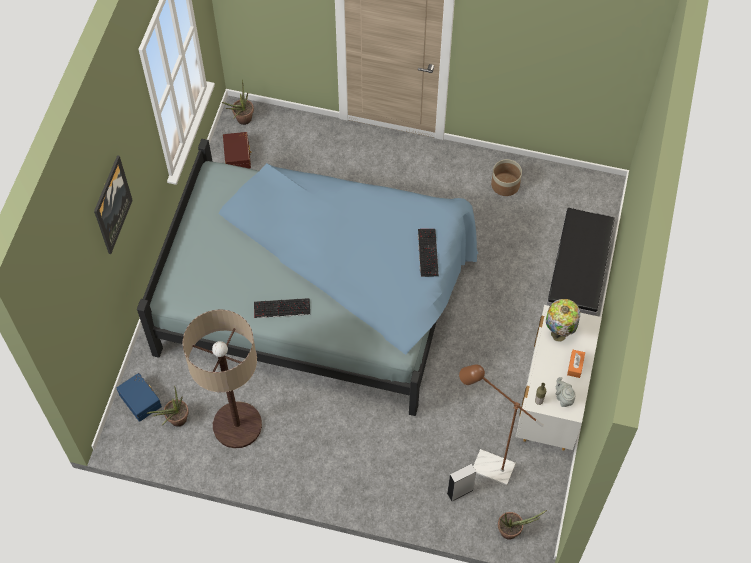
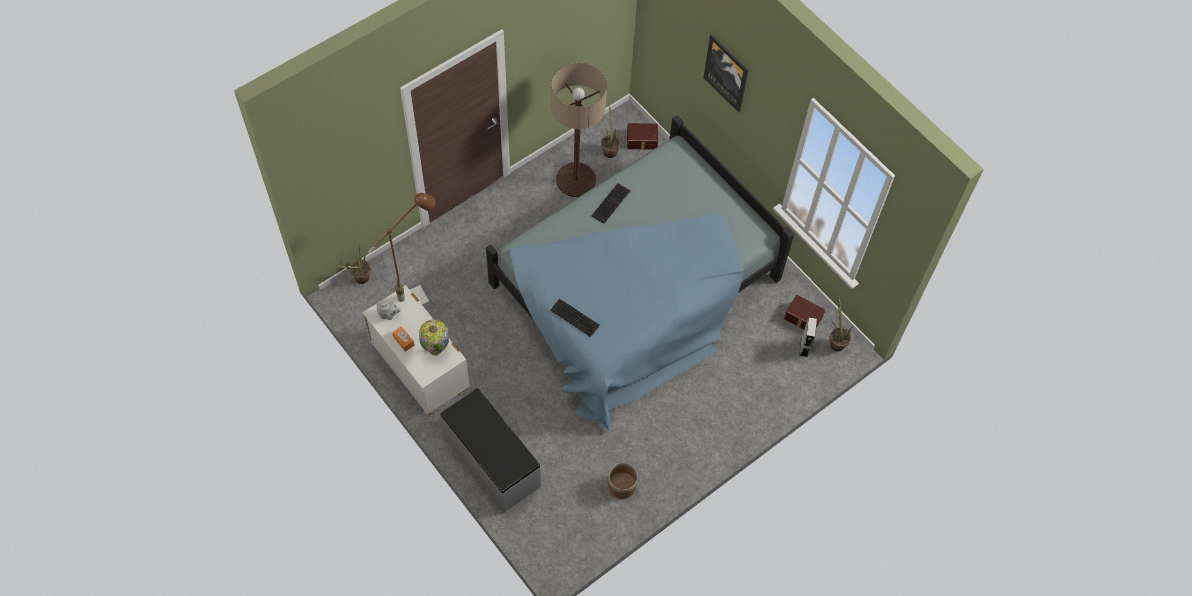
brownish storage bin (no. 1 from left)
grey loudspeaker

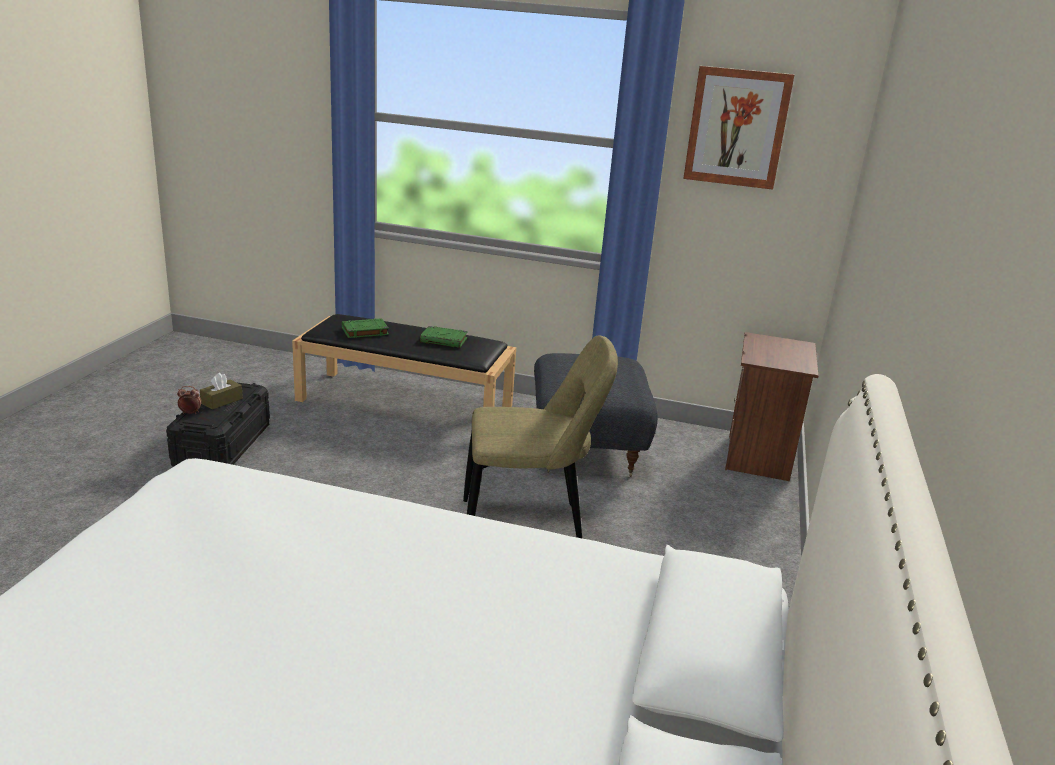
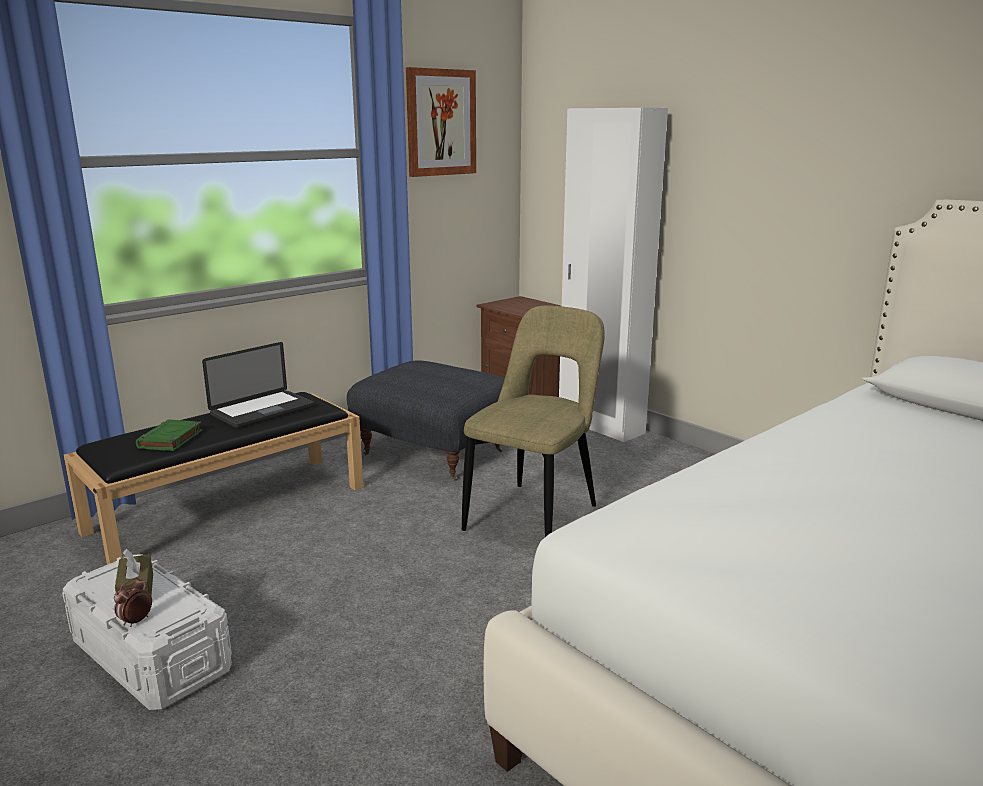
laptop
white-coloured storage bin
white-coloured wardrobe

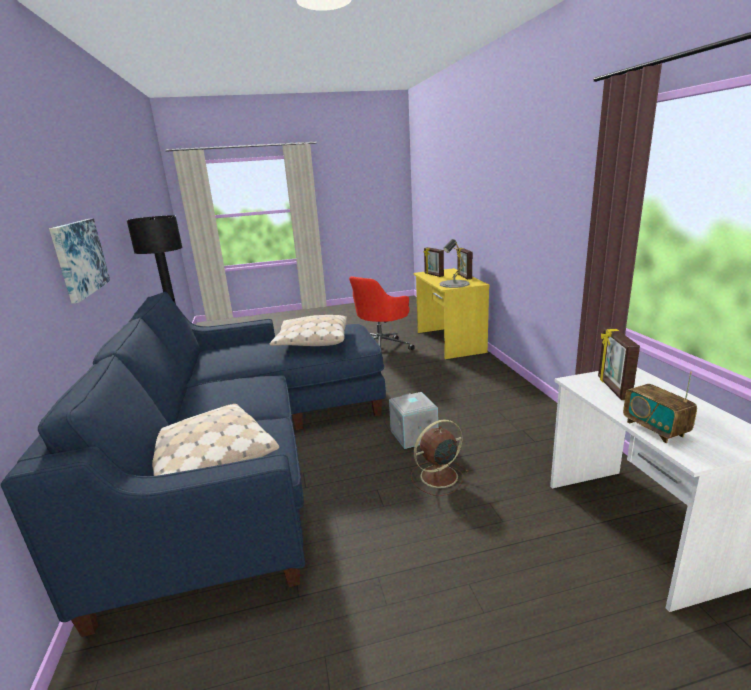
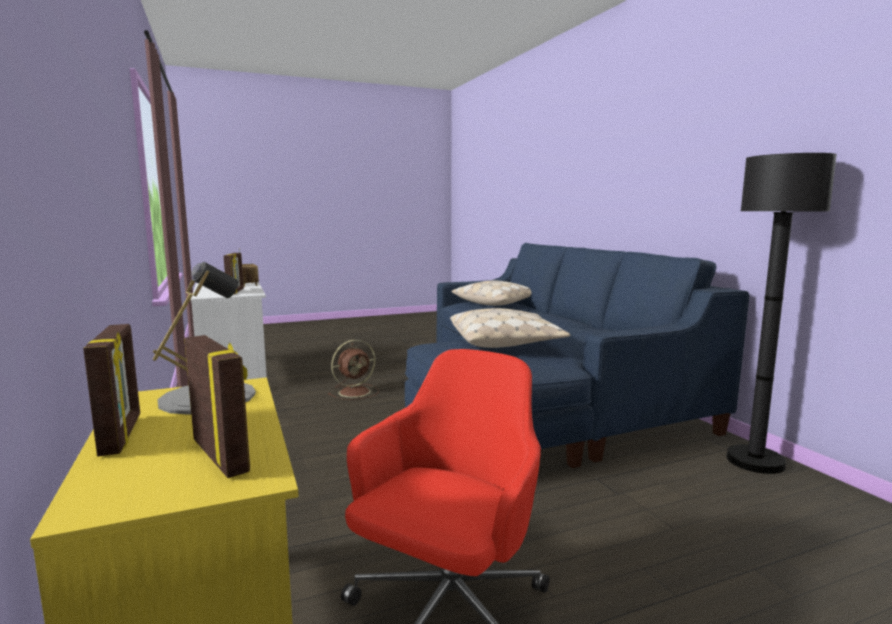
wall art
grey storage bin

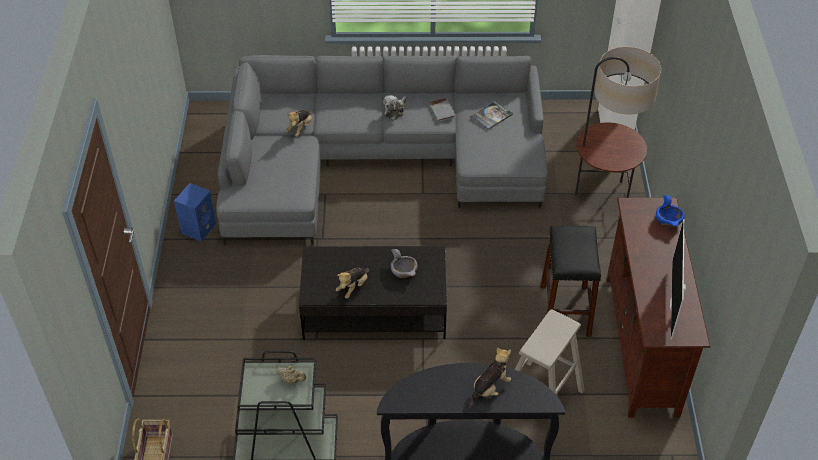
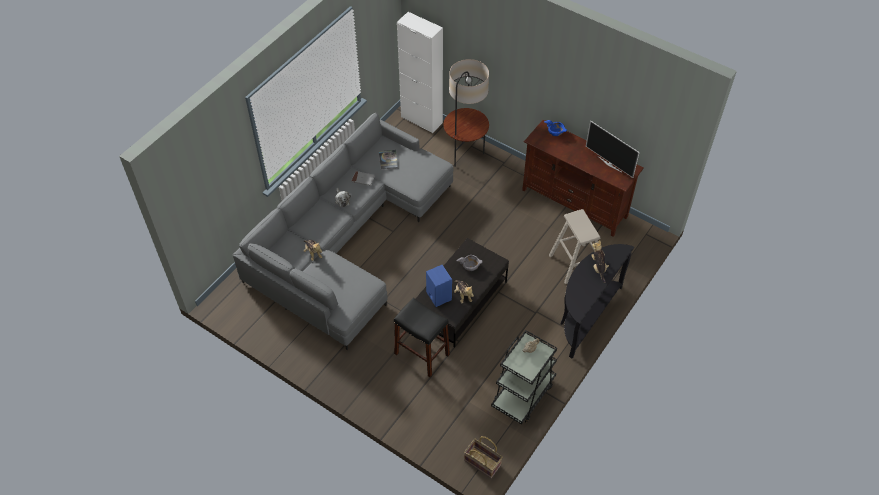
bluish loudspeaker
blackish stool

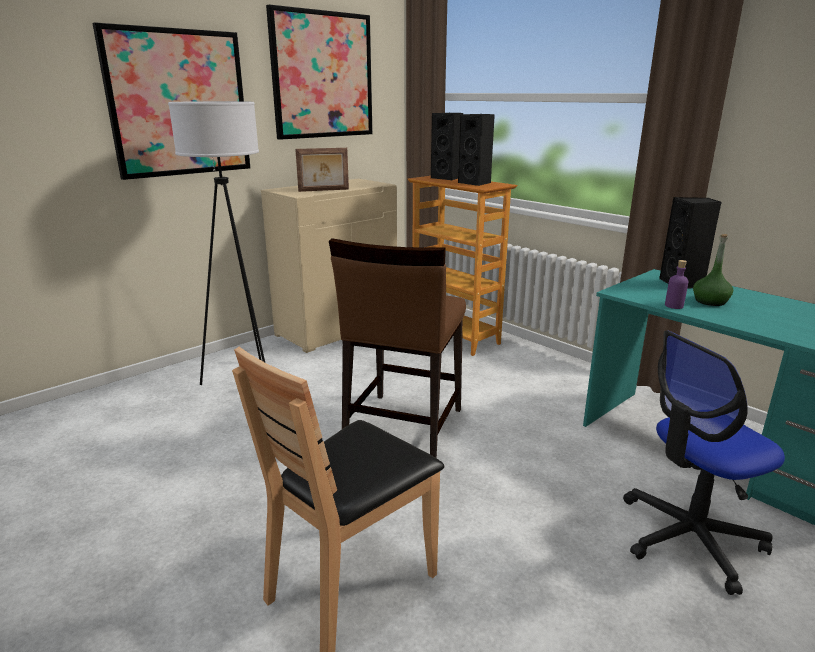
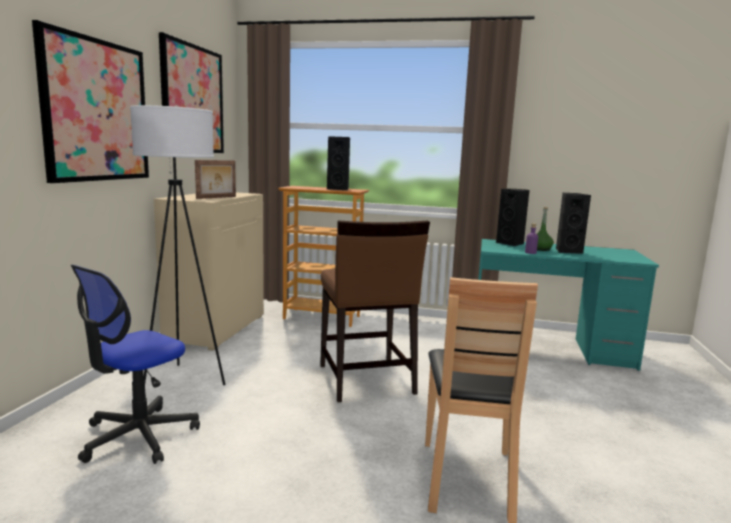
blackish loudspeaker (no. 3 from left)
desk chair

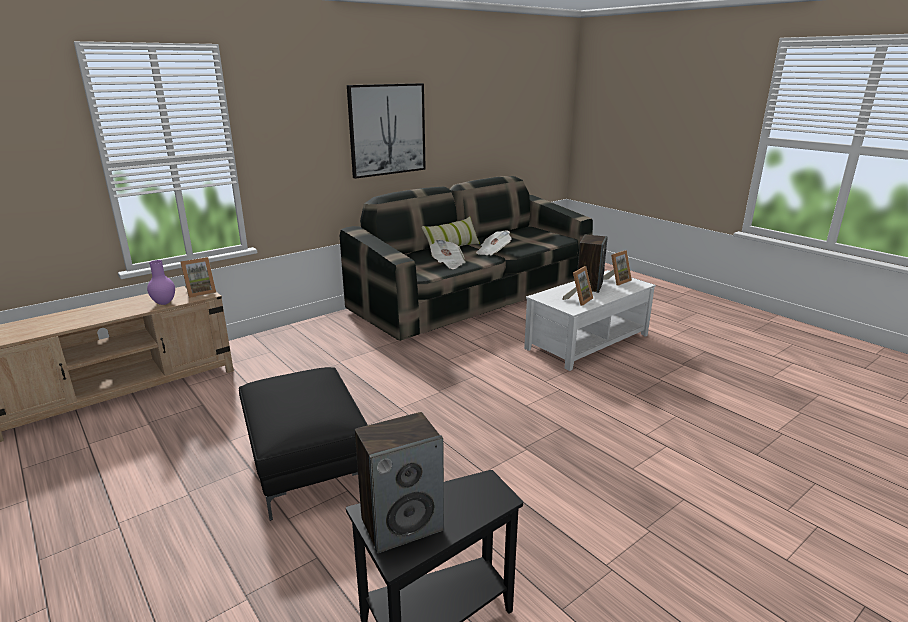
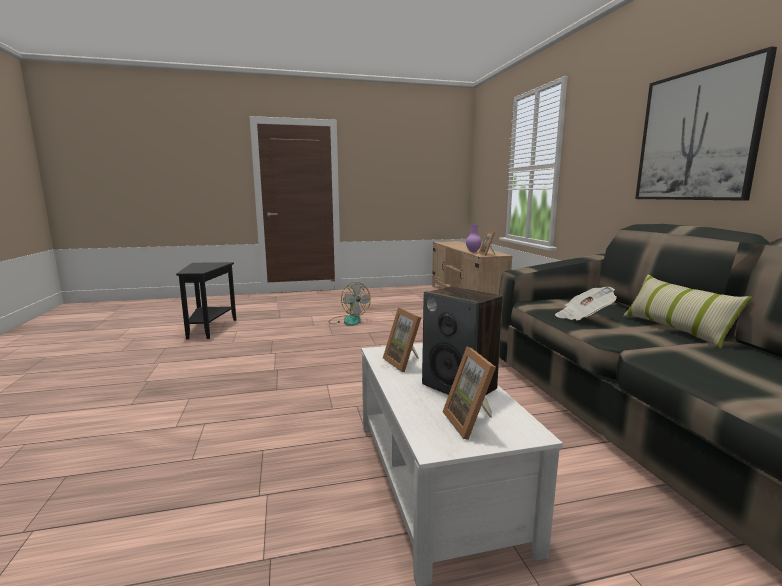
newspaper (no. 2 from left in the first image)
fan
loudspeaker (no. 1 from left in the first image)

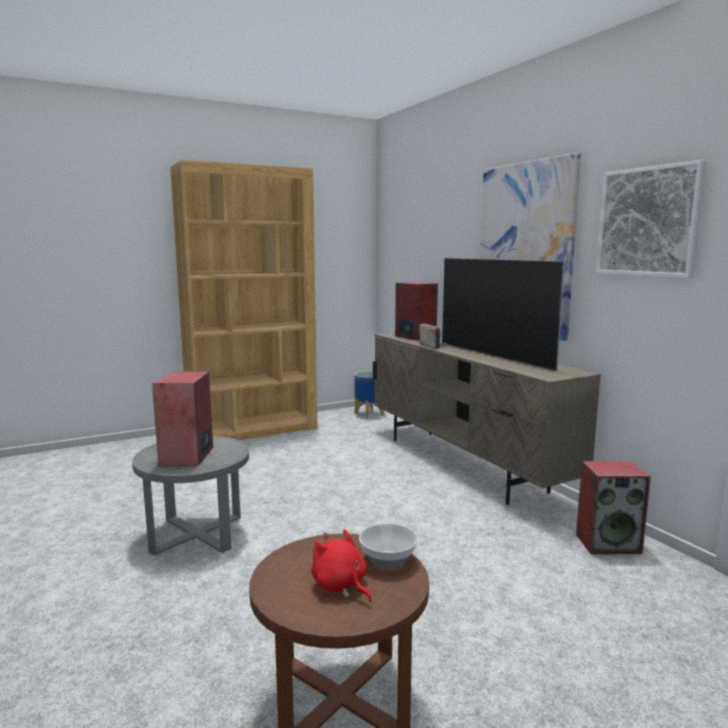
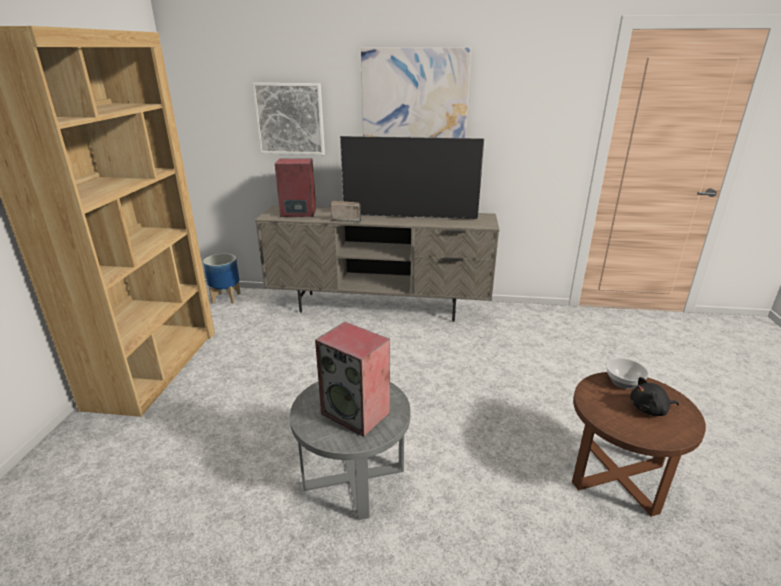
wall art (no. 1 from left)
loudspeaker (no. 3 from left in the first image)
blackish plush toy

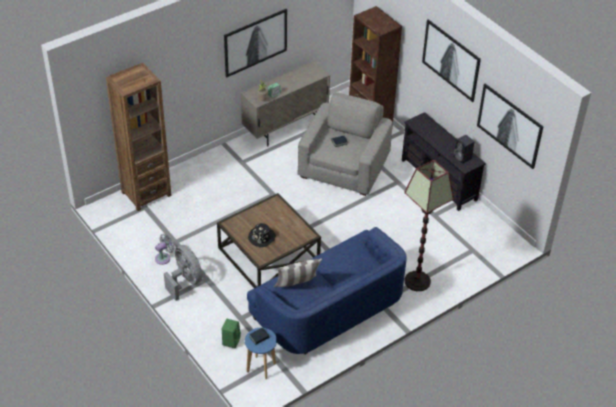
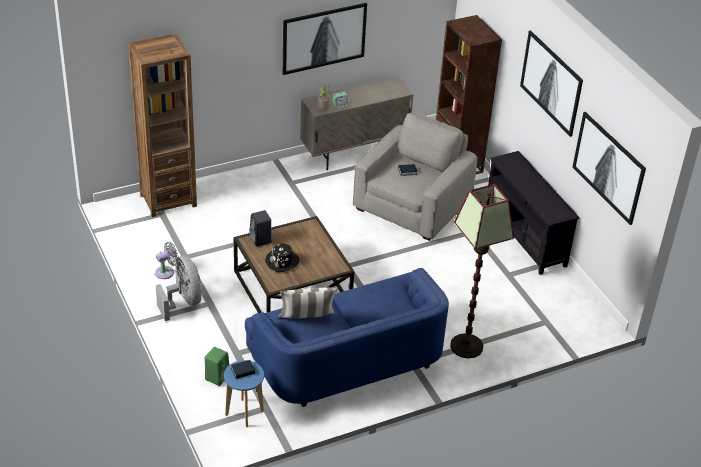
blackish loudspeaker

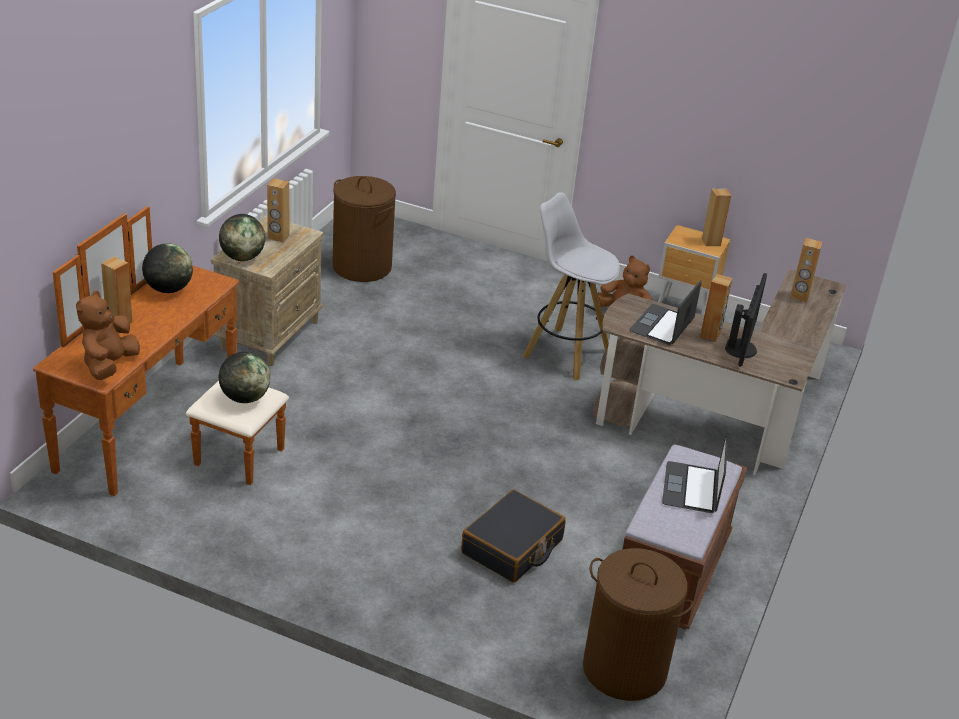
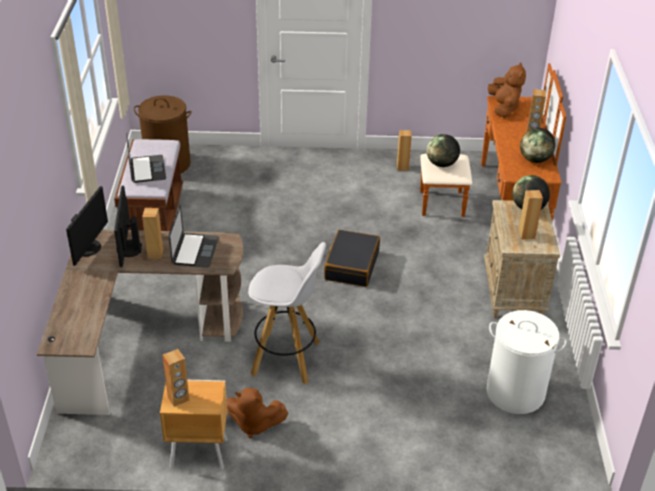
white-coloured laundry basket
brownish loudspeaker (no. 3 from left)
blackish travel case
computer display (no. 1 from left)

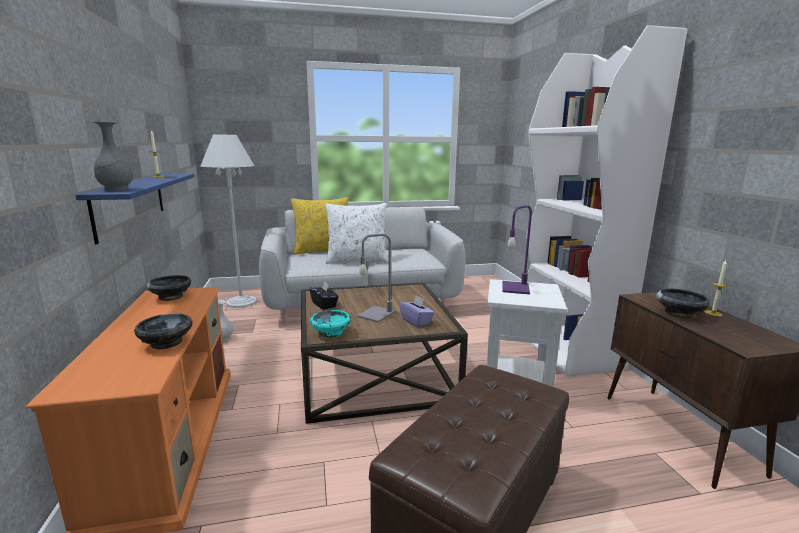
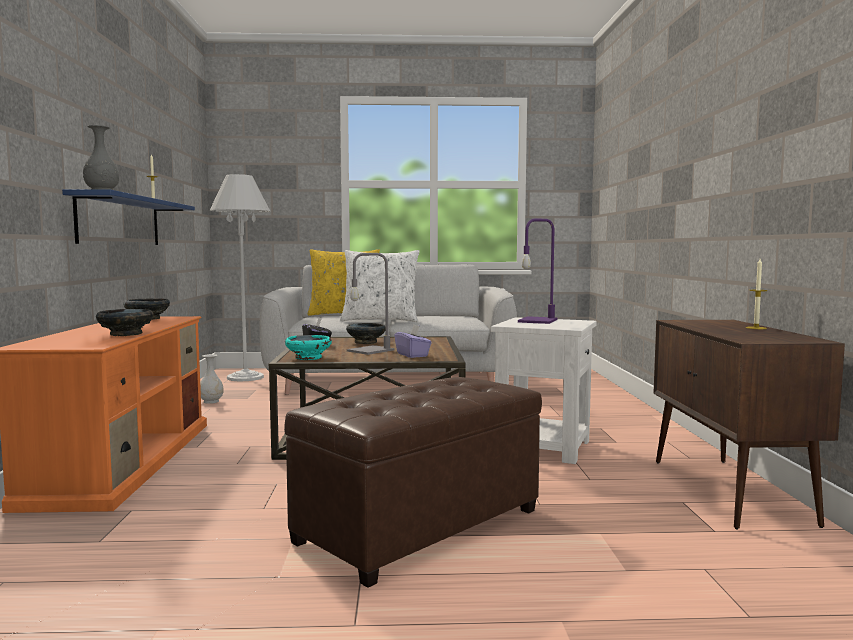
white-coloured bookshelf
blackish serving bowl (no. 3 from left)

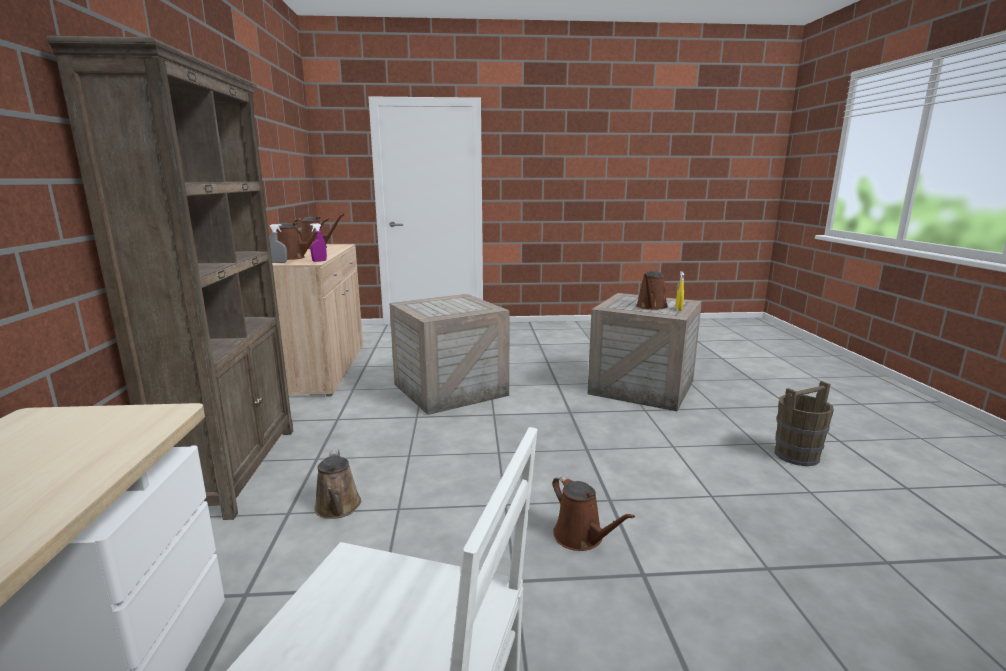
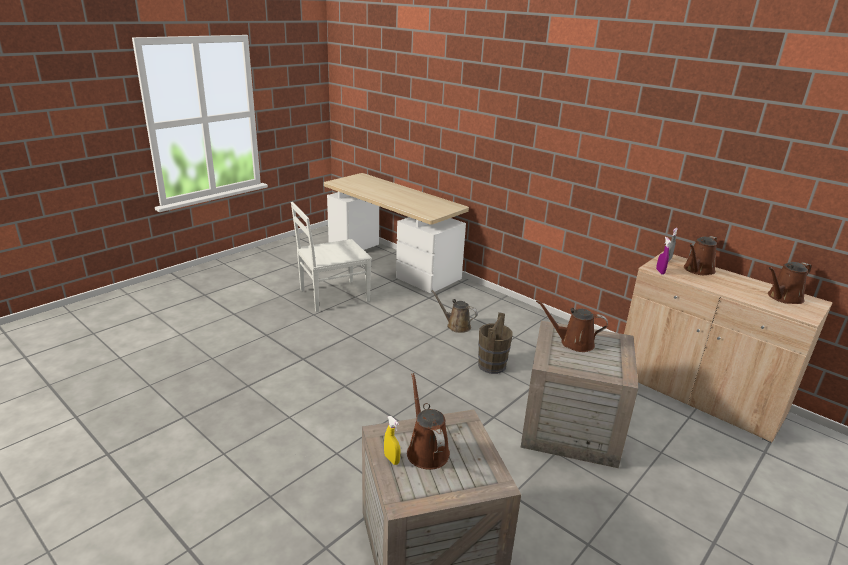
brownish bookshelf
brownish water bucket
brownish sprinkling can (no. 3 from left)

